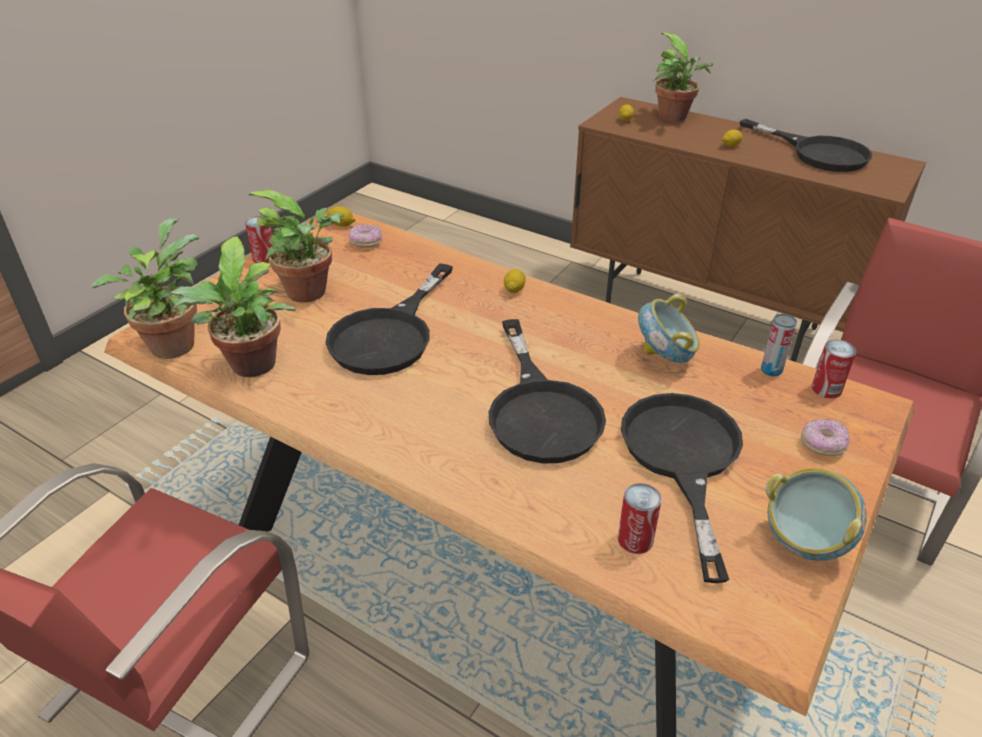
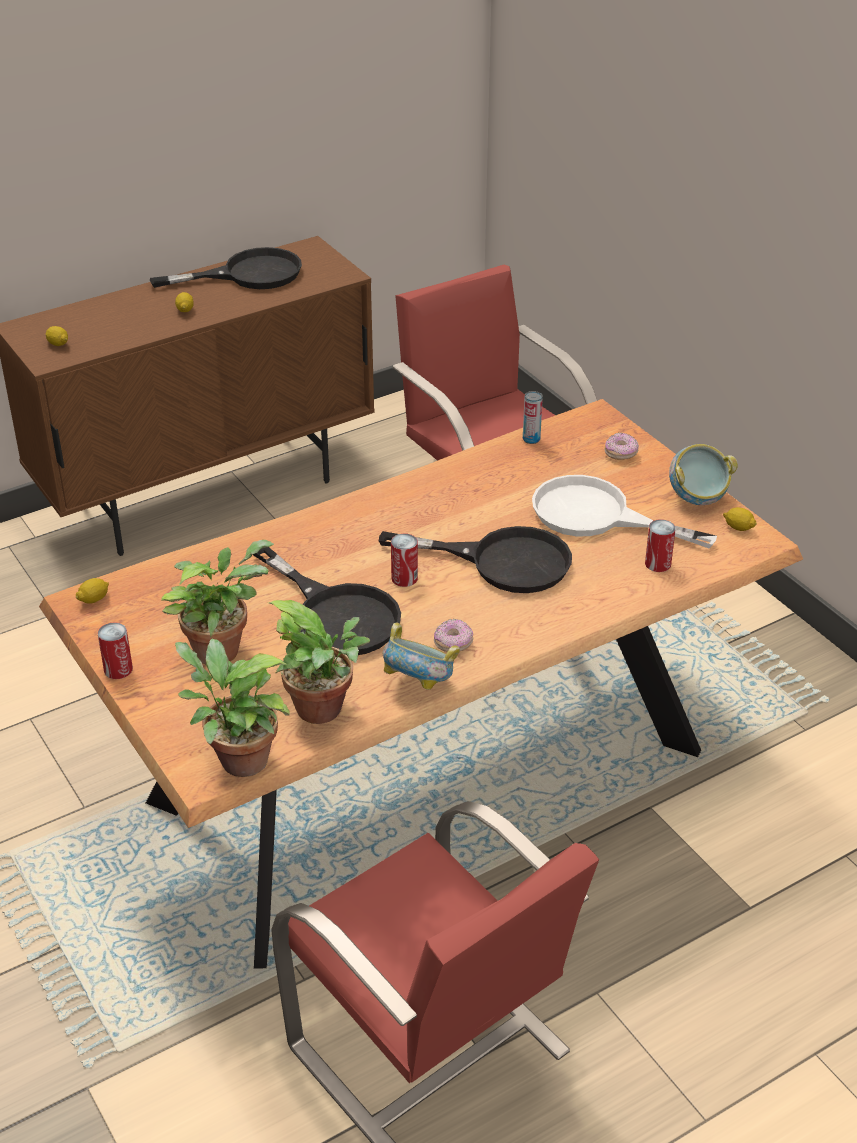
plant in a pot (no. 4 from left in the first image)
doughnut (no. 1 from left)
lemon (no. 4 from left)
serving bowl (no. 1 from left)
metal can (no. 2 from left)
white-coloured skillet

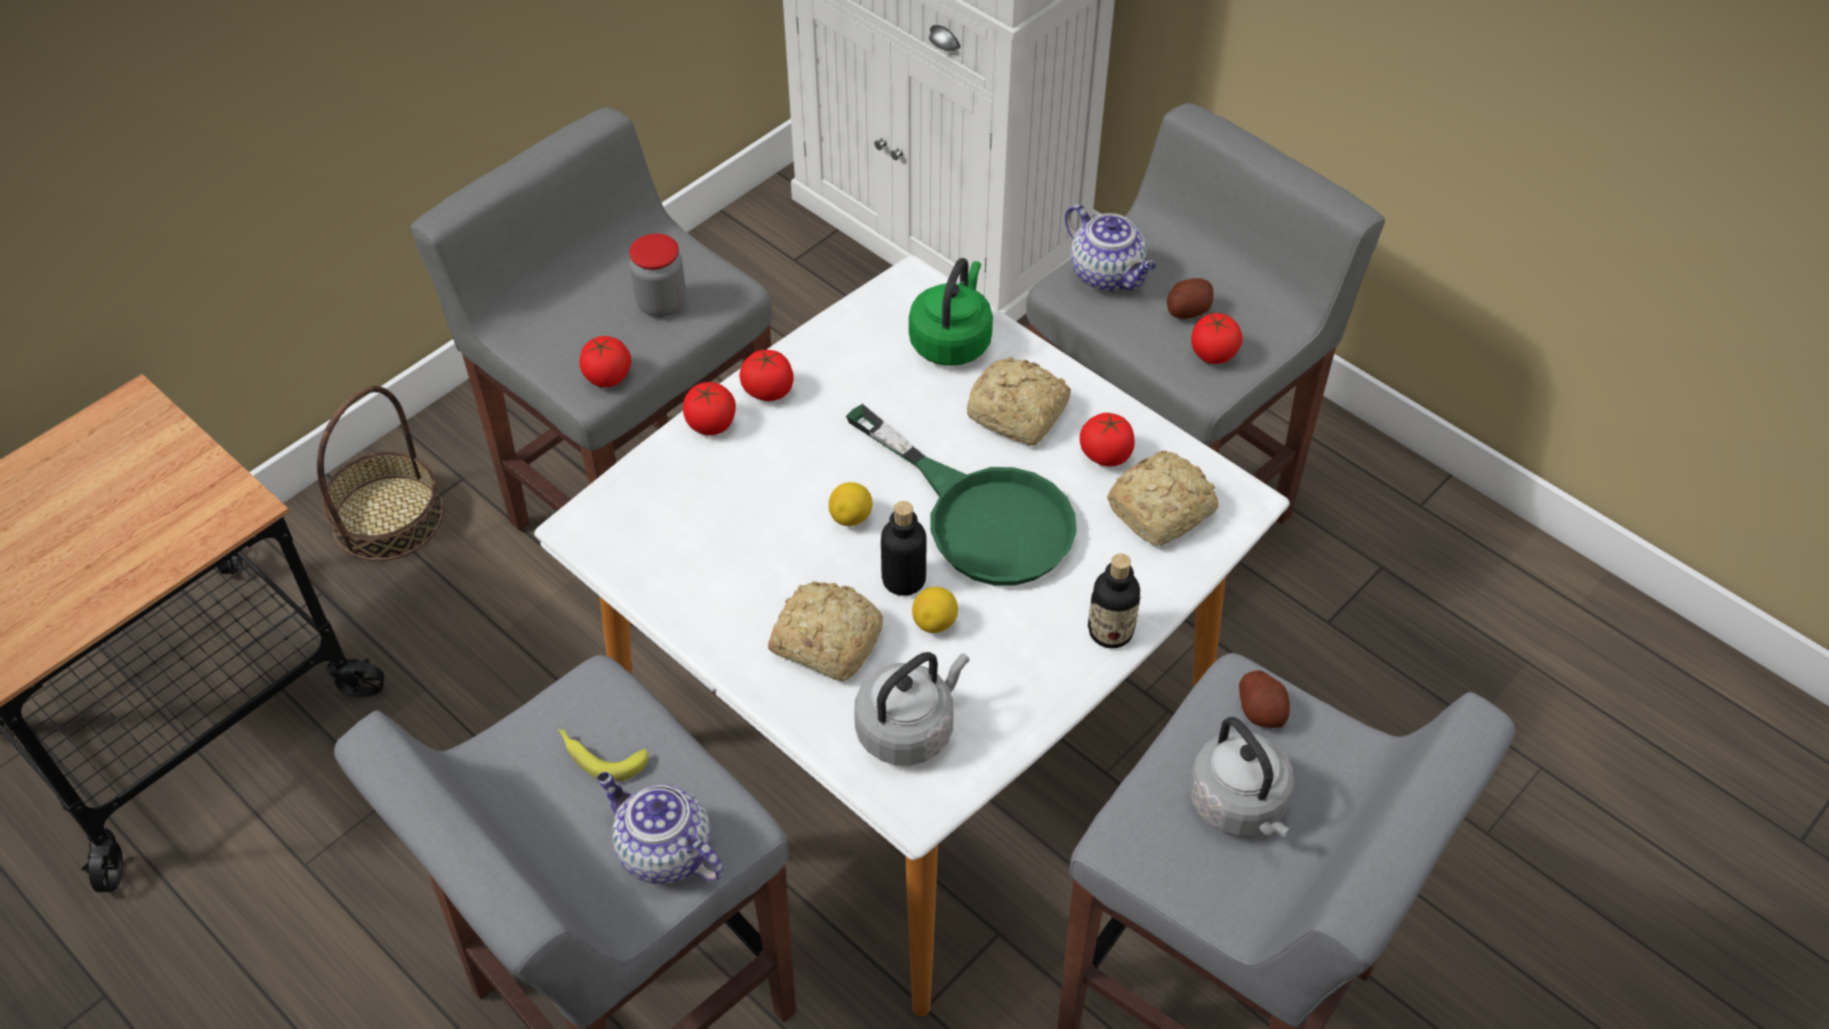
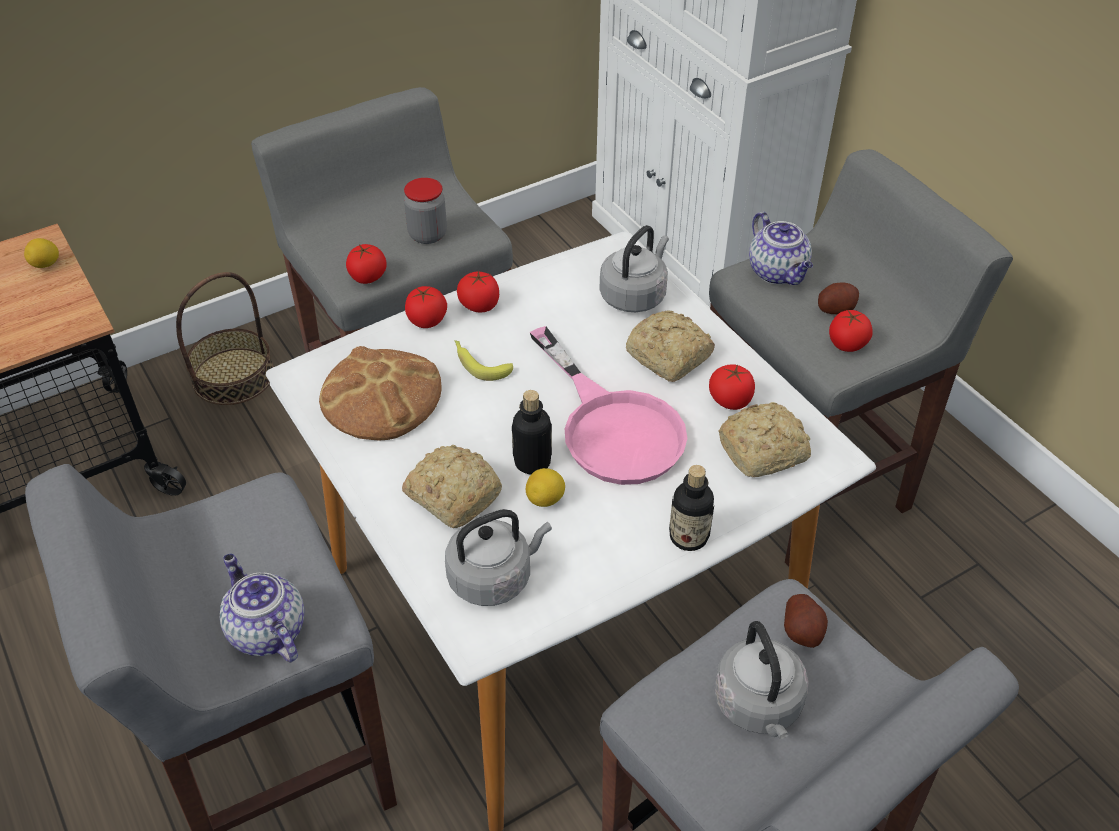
grey kettle (no. 2 from left)
pink-coloured skillet
lemon (no. 1 from left)
banana fruit
bread (no. 1 from left)

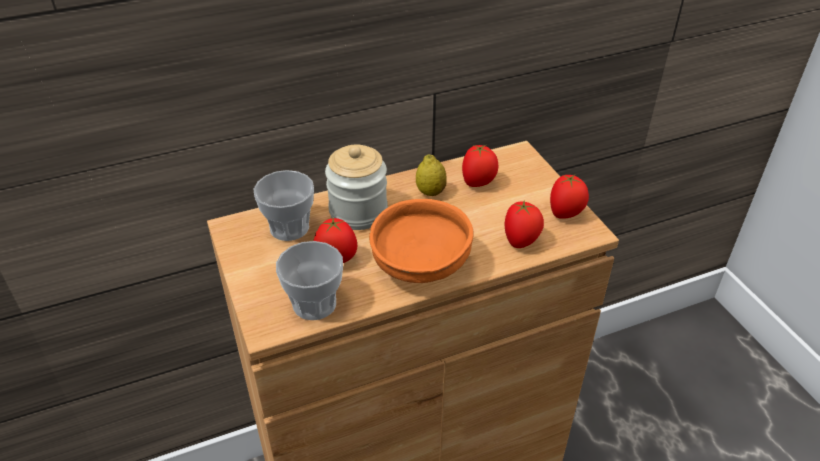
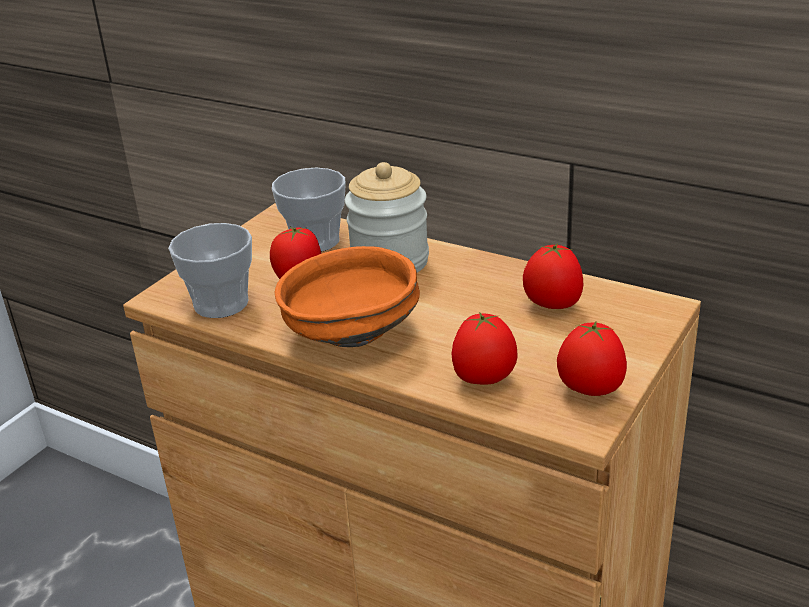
lemon

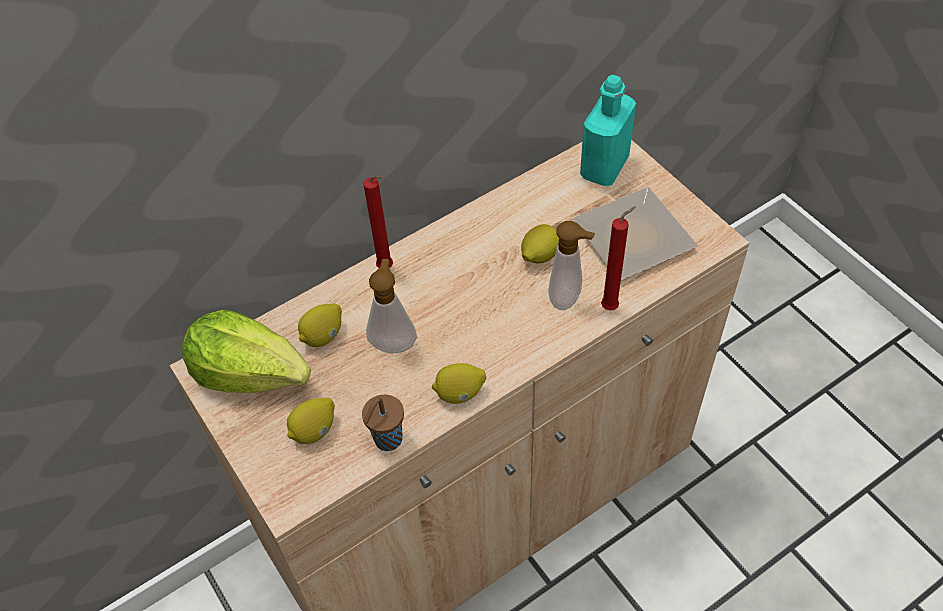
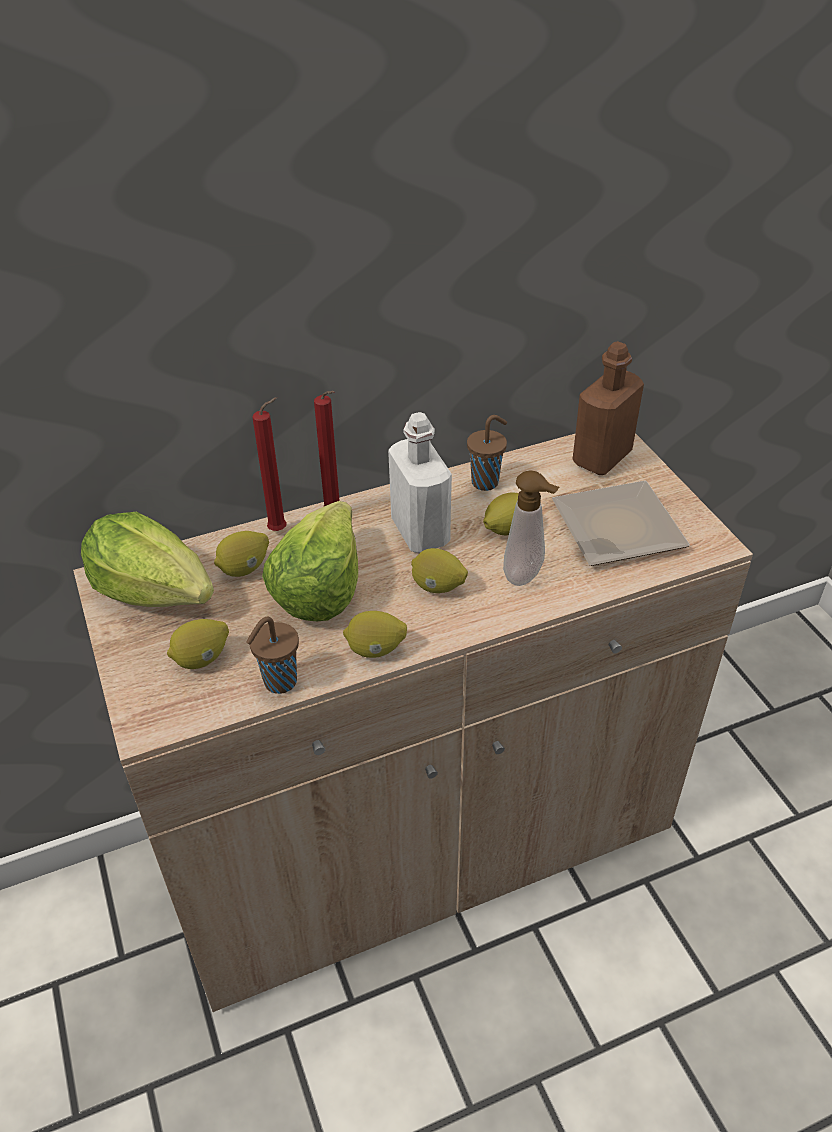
brownish bottle
reddish candle (no. 1 from left)
head of lettuce (no. 2 from left)
white-coloured bottle
brownish cup (no. 2 from left)
lemon (no. 4 from left)

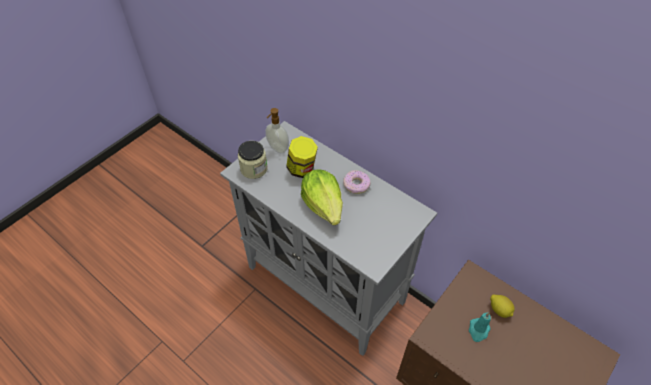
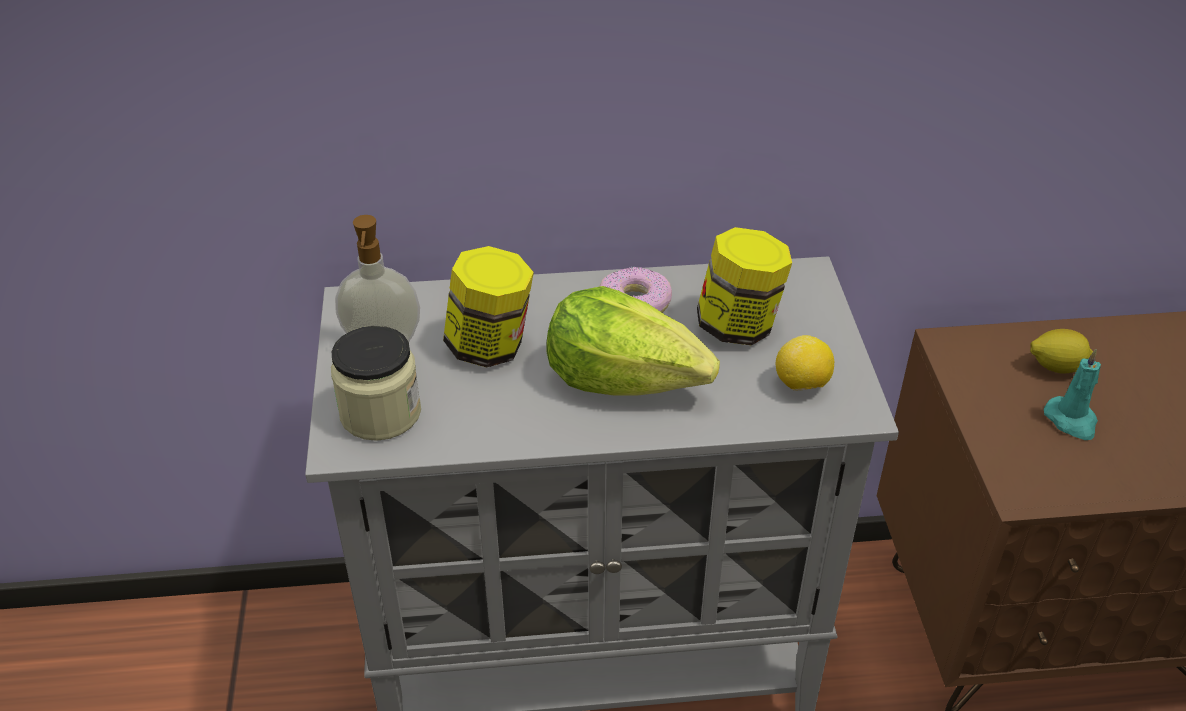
preserve jar (no. 3 from left)
lemon (no. 1 from left)

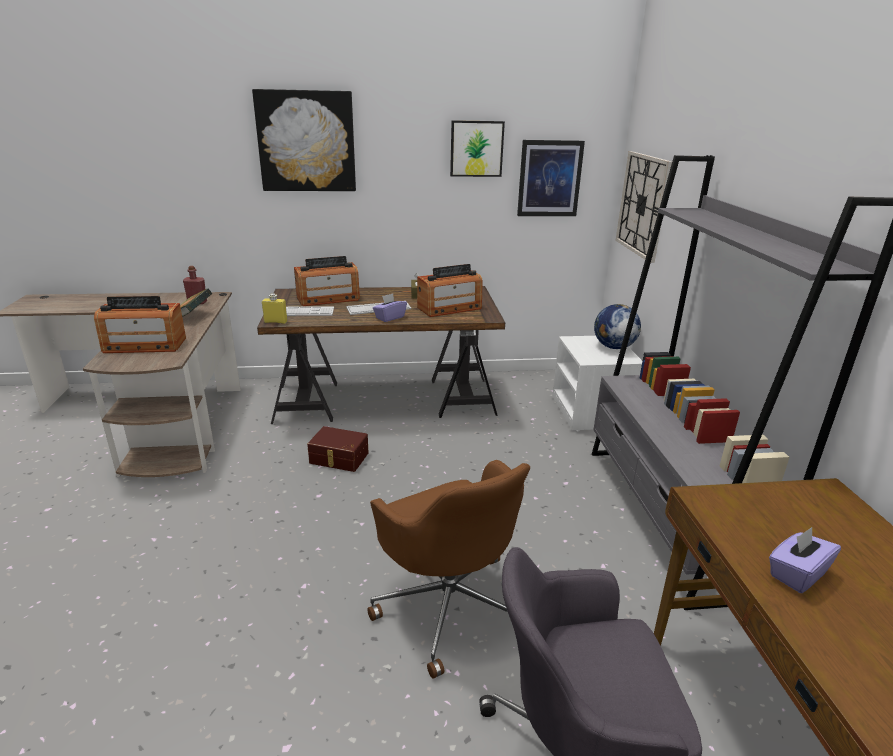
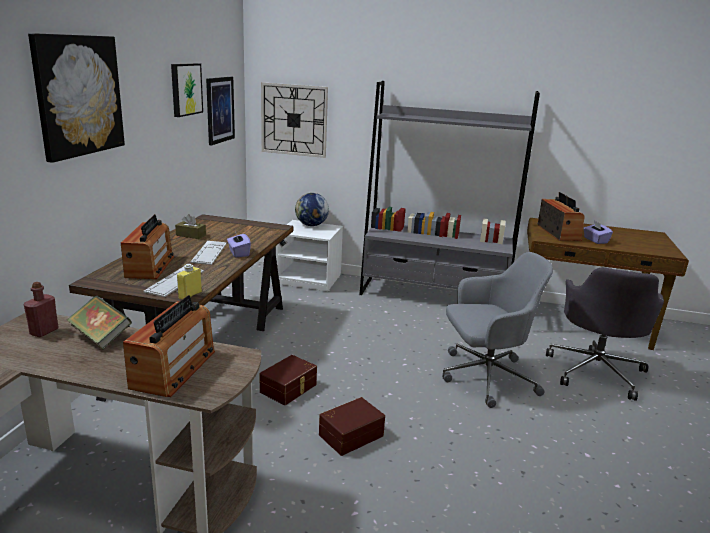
radio receiver (no. 3 from left)
grey desk chair (no. 1 from left)
brownish storage bin (no. 2 from left)

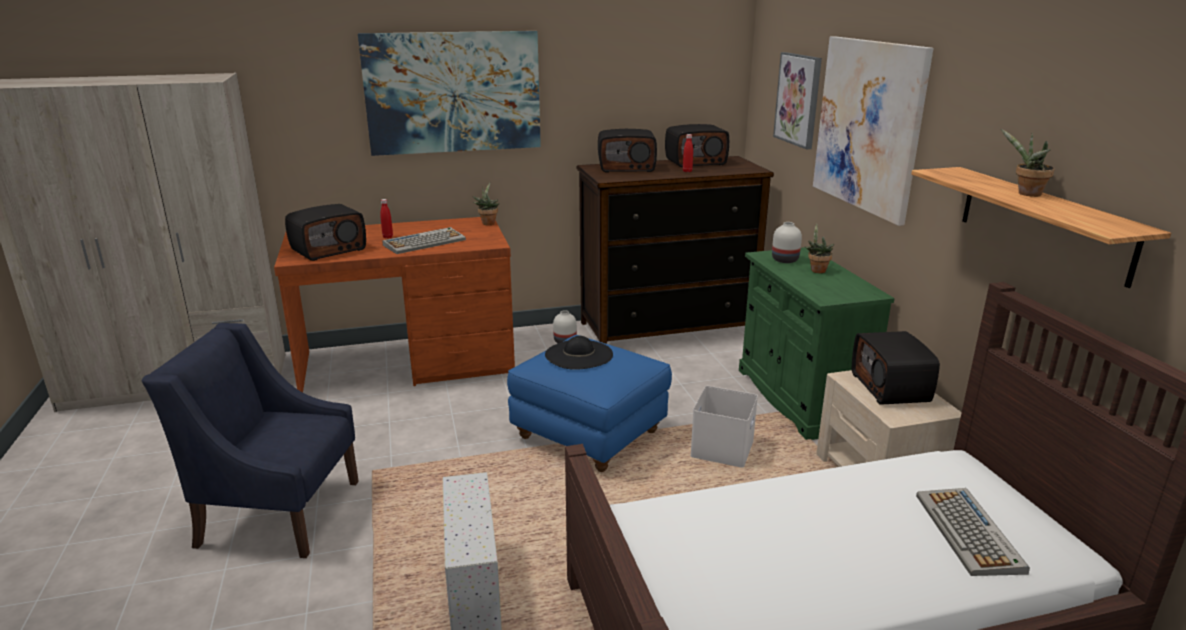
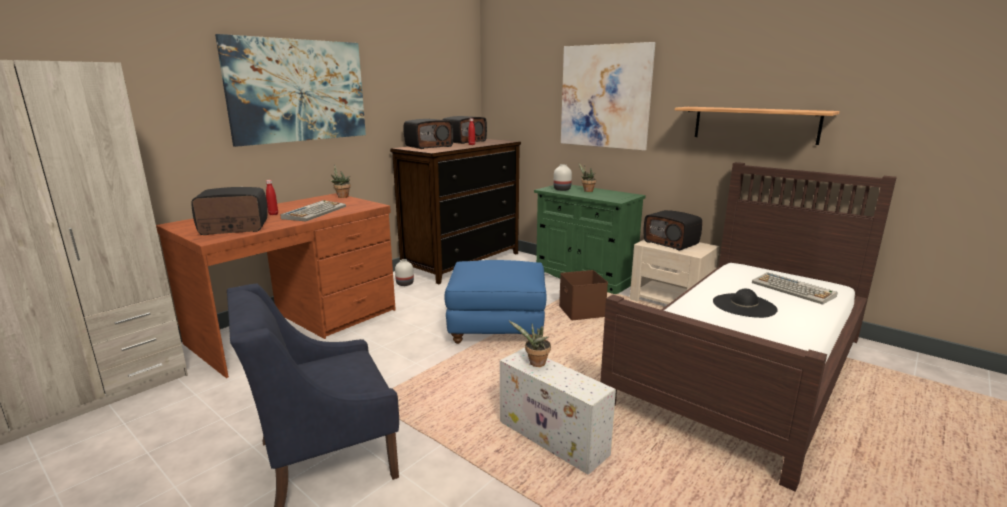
wall art (no. 2 from left in the first image)
plant in a pot (no. 2 from left)
radio receiver (no. 1 from left)
blackish wearable hat
brownish storage bin

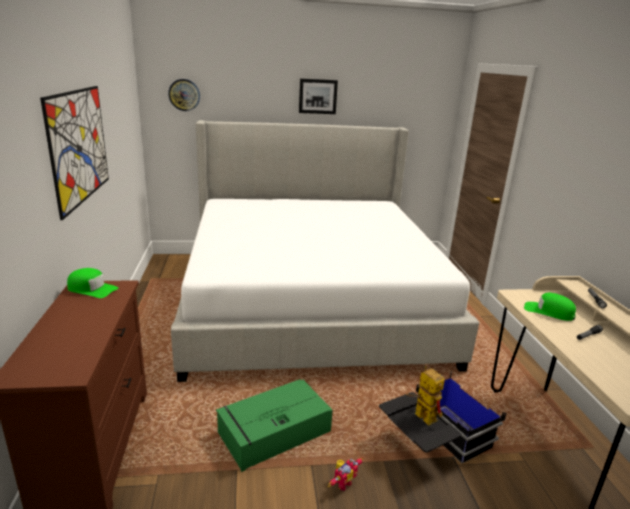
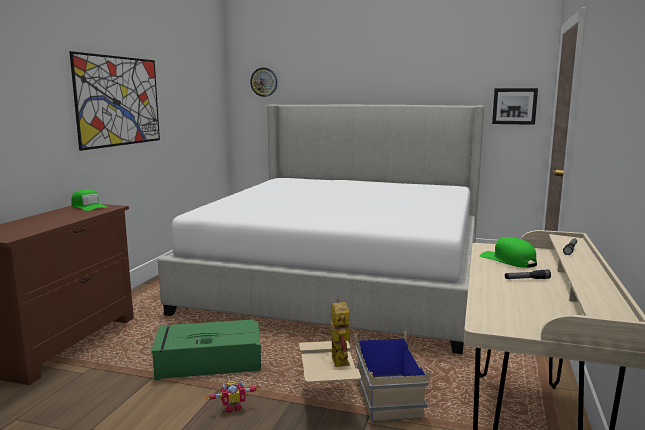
wall art (no. 2 from left)
sand-coloured storage bin

